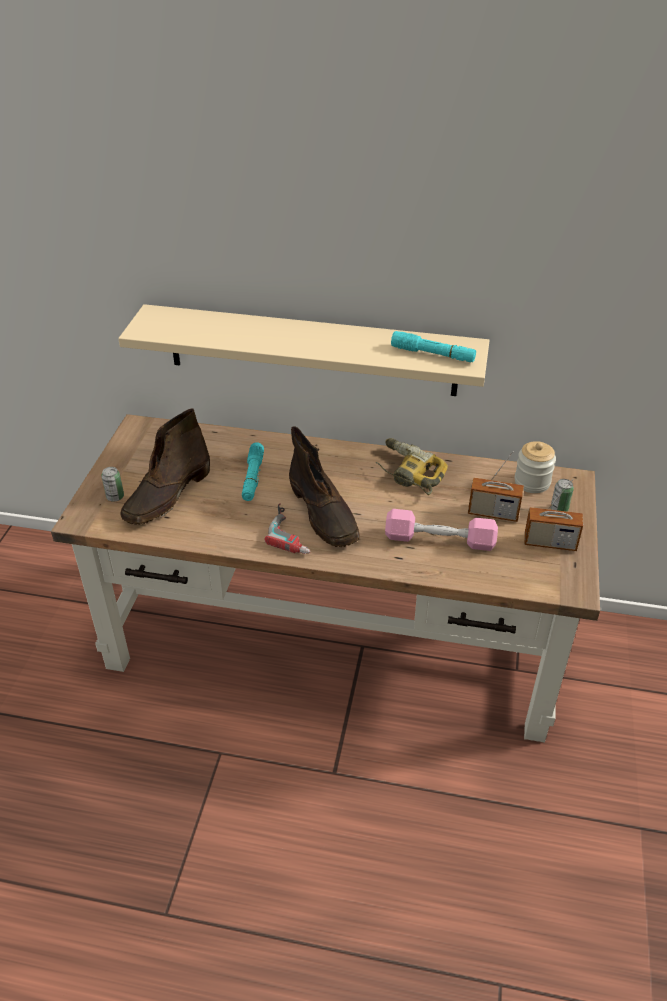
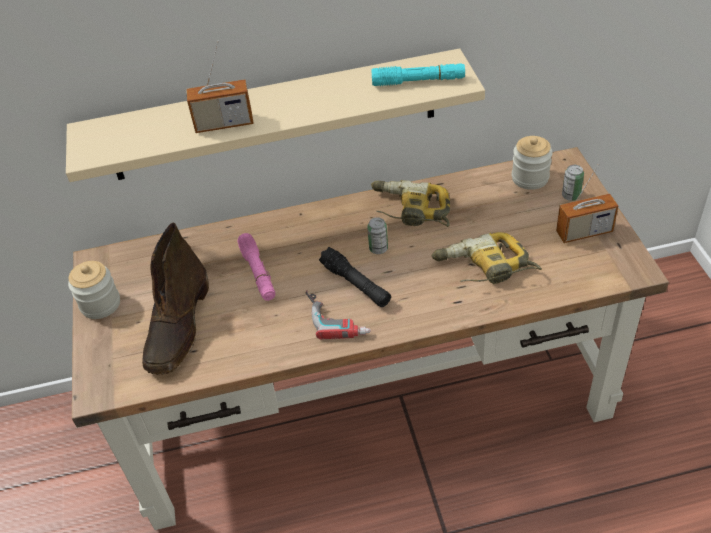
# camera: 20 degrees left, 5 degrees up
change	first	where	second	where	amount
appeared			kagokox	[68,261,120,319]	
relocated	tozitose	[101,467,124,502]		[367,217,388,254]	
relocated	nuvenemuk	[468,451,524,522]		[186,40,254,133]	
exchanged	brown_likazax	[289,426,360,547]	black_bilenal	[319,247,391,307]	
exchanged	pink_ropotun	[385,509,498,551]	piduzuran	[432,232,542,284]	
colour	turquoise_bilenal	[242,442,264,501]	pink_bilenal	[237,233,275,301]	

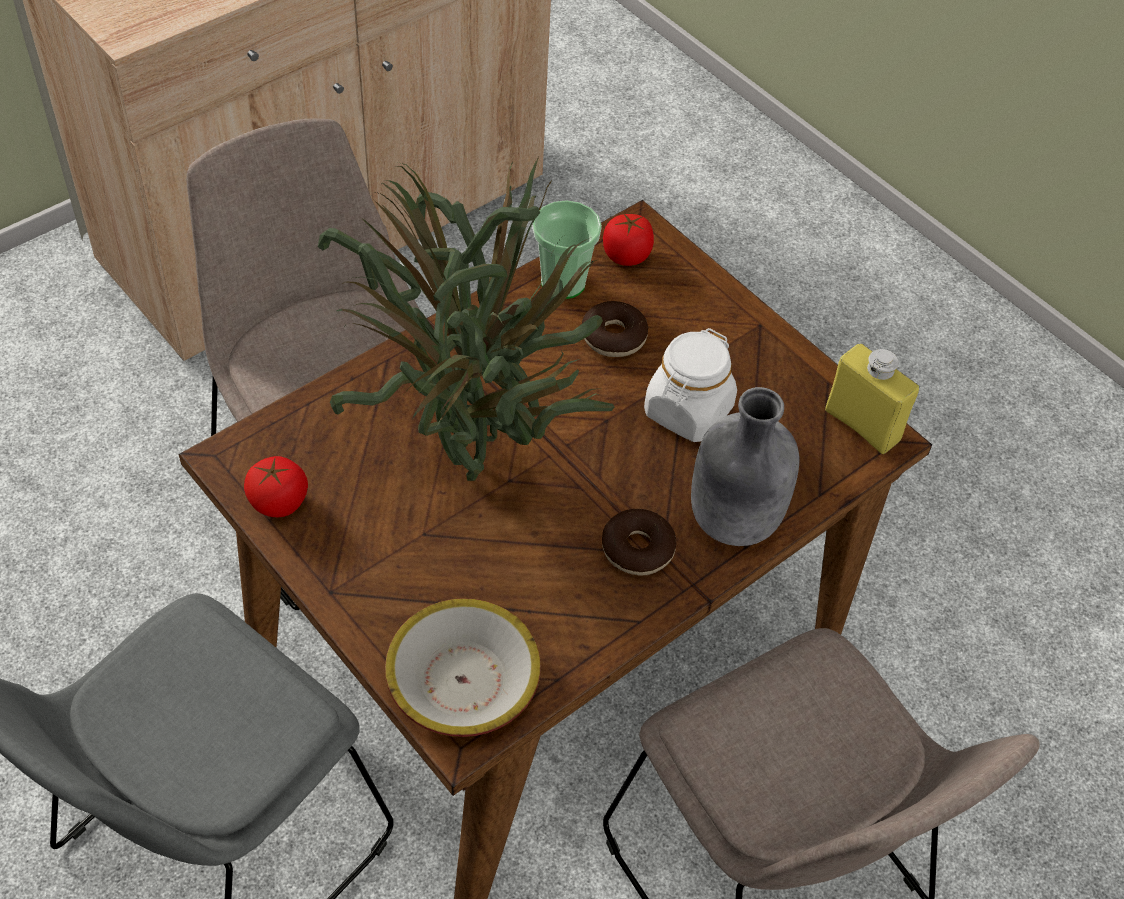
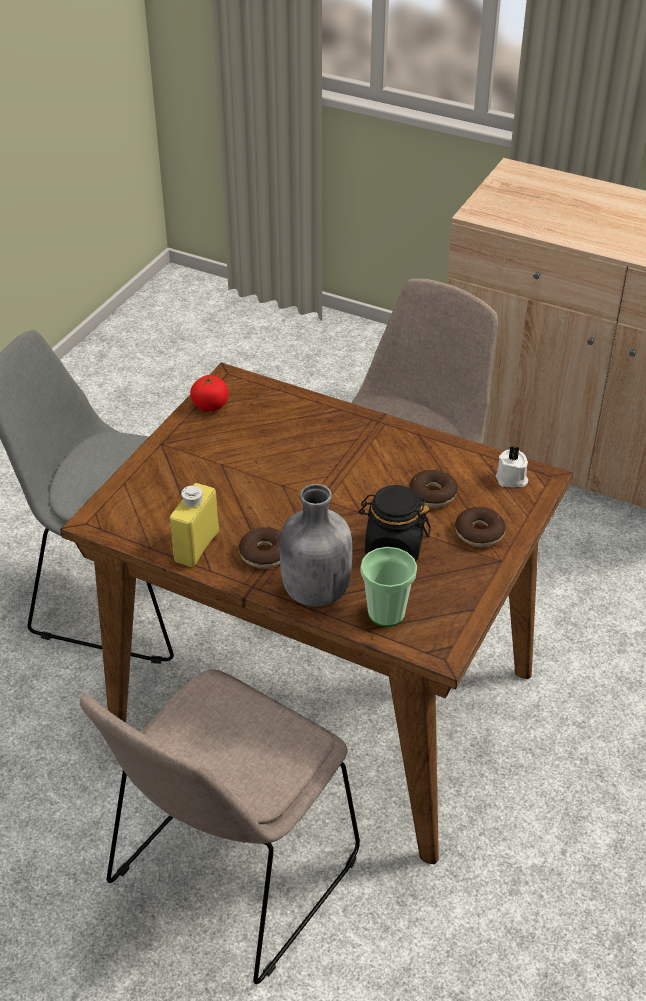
# camera: 70 degrees right, 10 degrees down
change	first	where	second	where	amount
missing	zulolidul	[318,157,614,481]			
missing	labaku	[385,598,541,737]			
appeared			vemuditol	[455,507,506,547]	
relocated	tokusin	[533,200,602,299]		[361,547,417,627]	
relocated	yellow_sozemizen	[825,344,919,454]		[170,483,219,567]	
exchanged	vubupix	[603,213,654,266]	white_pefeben	[496,446,528,487]	
colour	white_kagokox	[644,328,737,442]	black_kagokox	[359,485,431,561]	

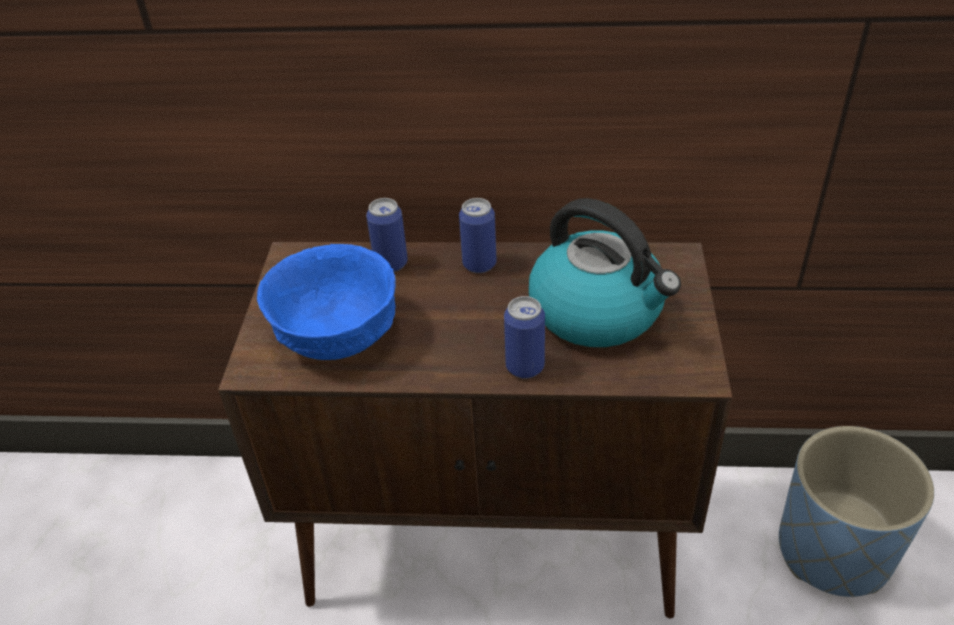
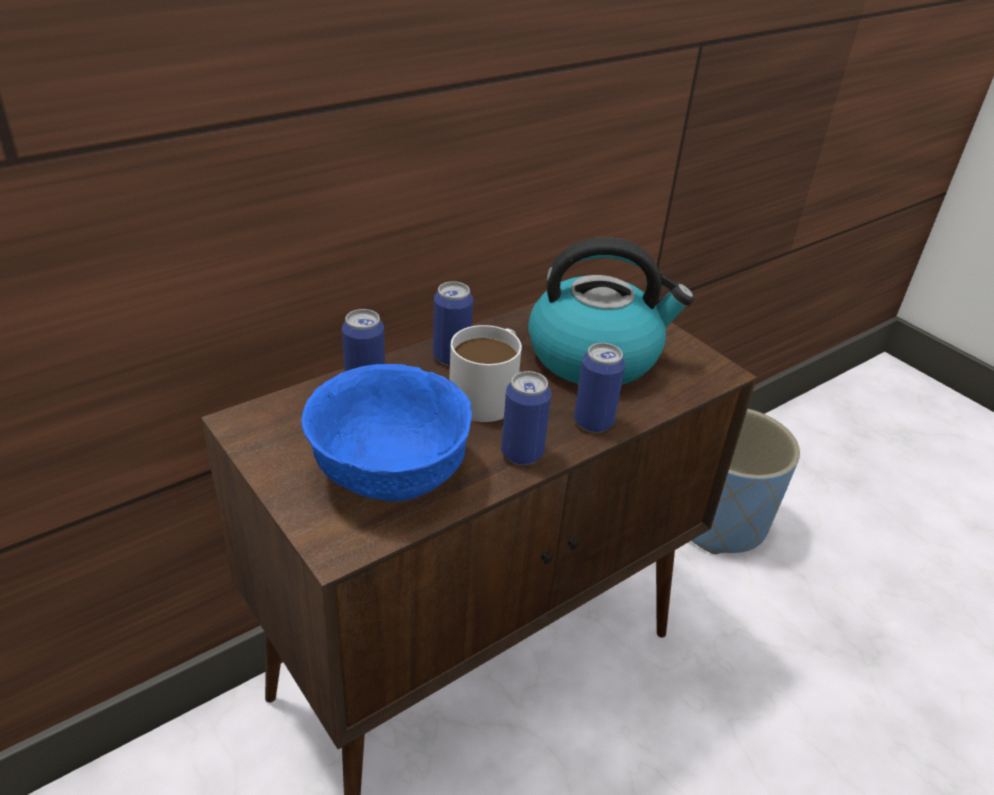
# camera: 45 degrees left, 5 degrees down
change	first	where	second	where	amount
appeared			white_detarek	[449,325,522,422]	
appeared			tozitose	[501,371,551,465]	

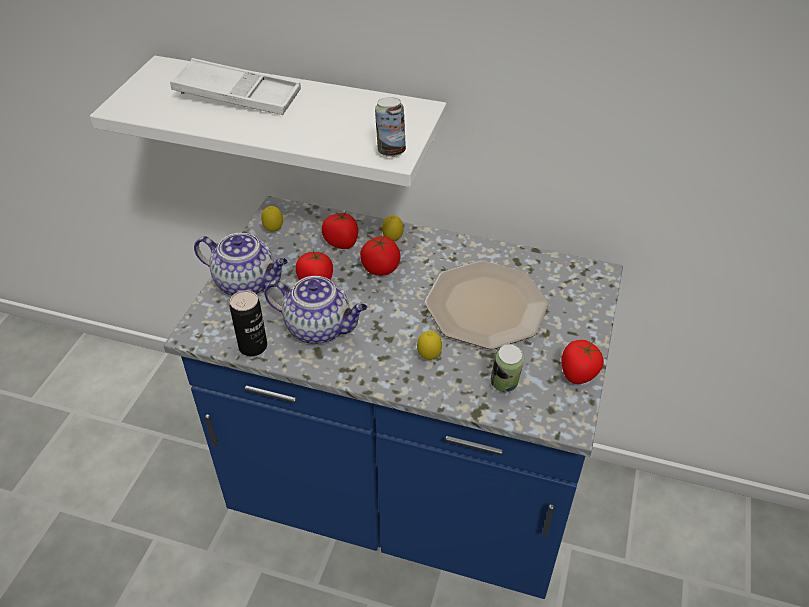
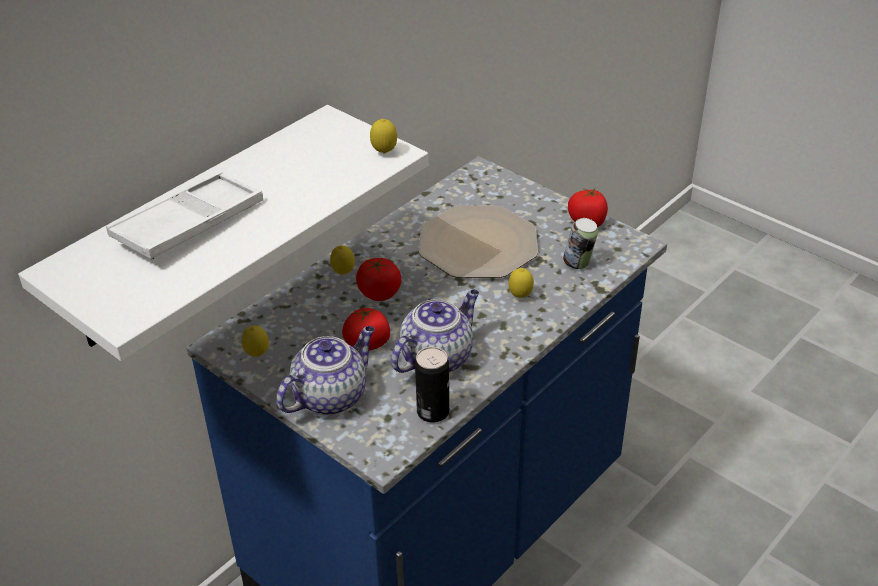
# camera: 65 degrees left, 5 degrees down
change	first	where	second	where	amount
missing	vubupix	[322,211,358,249]			
exchanged	tozitose	[375,97,406,157]	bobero	[370,119,397,153]	

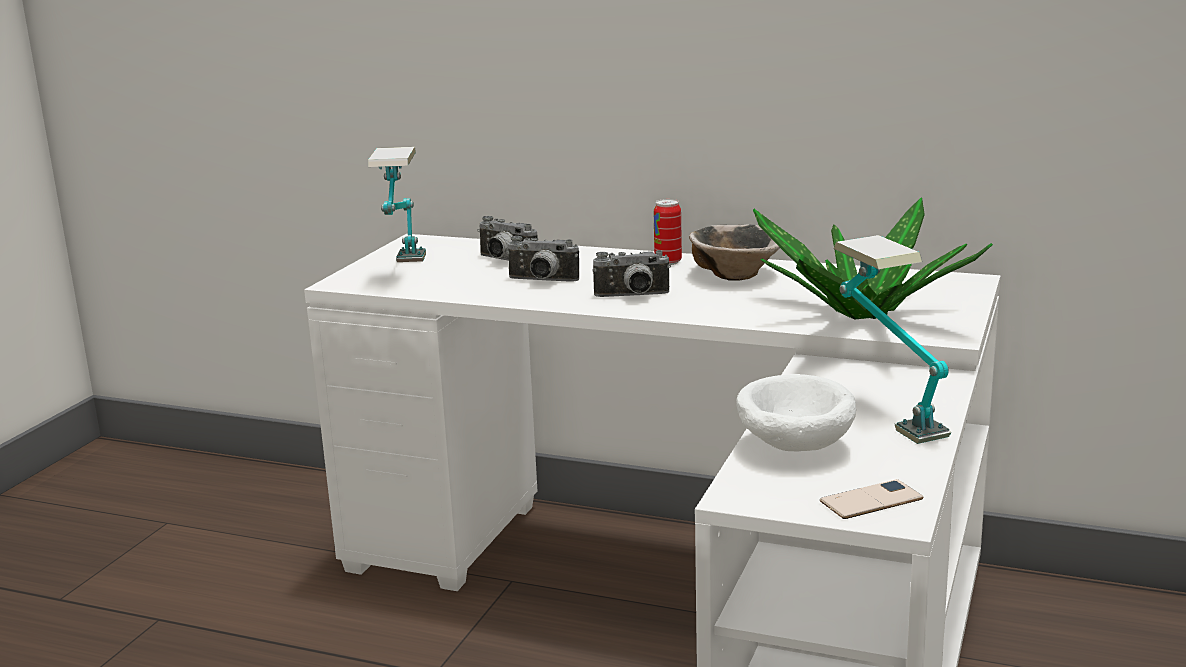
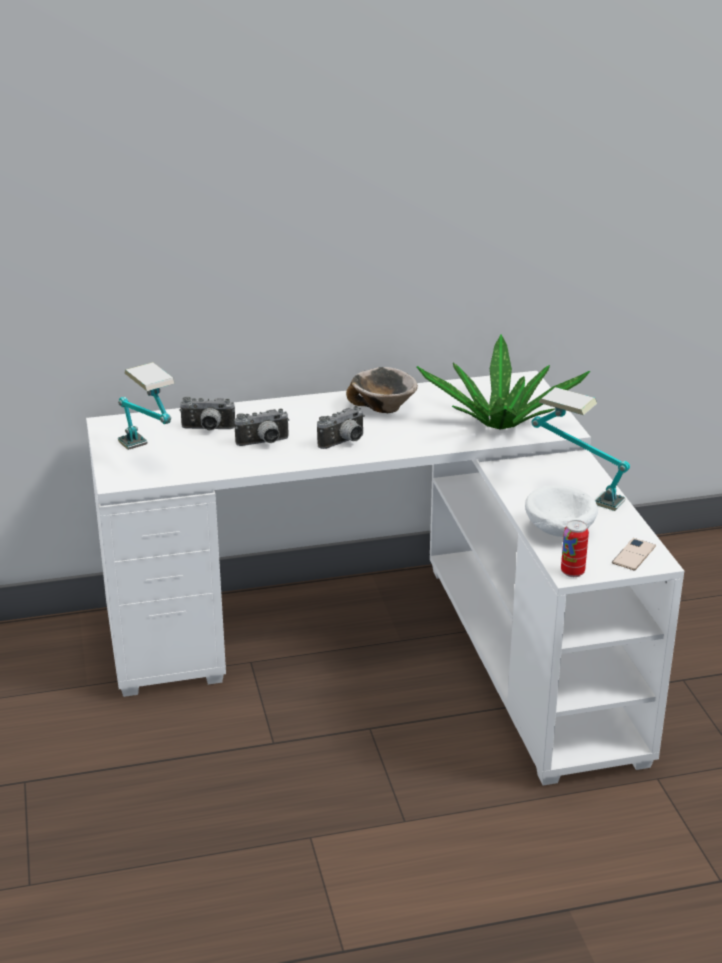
# camera: 35 degrees left, 10 degrees up
change	first	where	second	where	amount
relocated	tozitose	[654,199,682,265]		[561,520,589,577]	

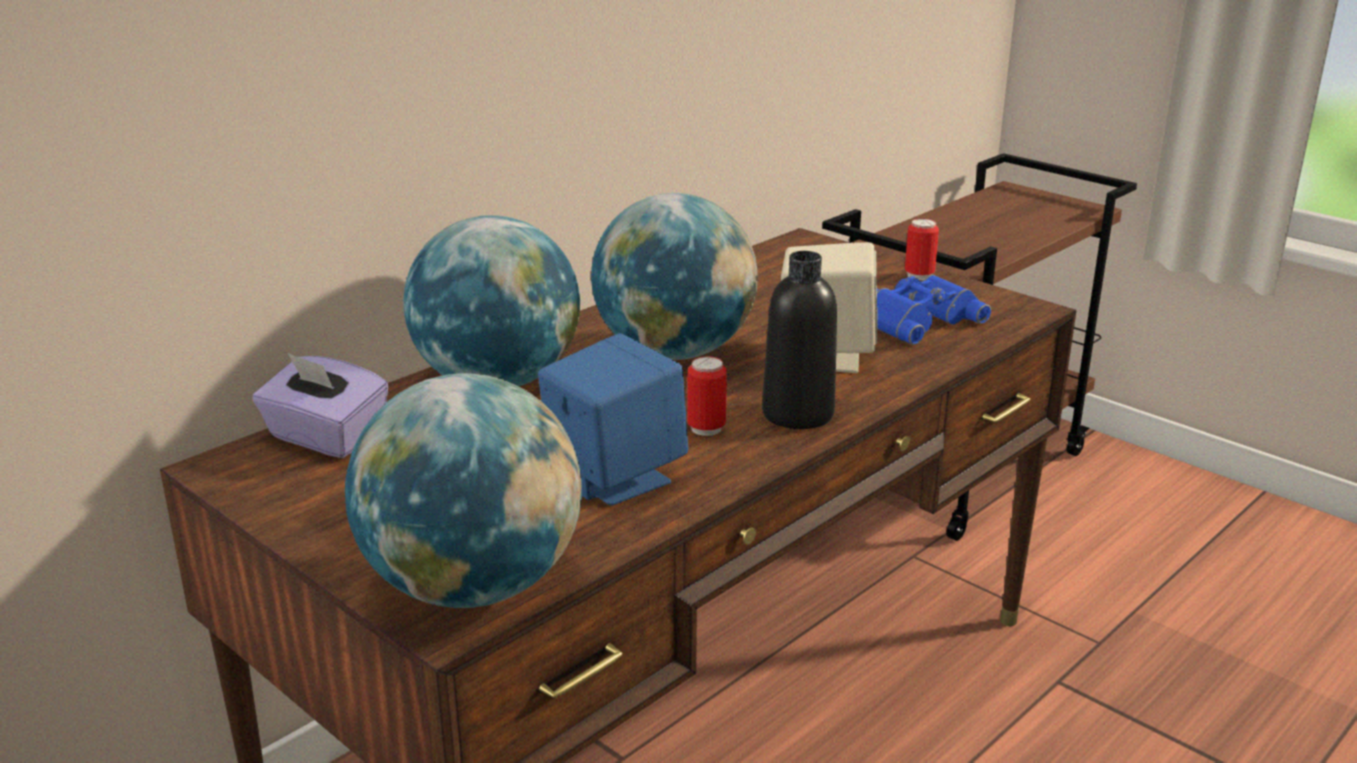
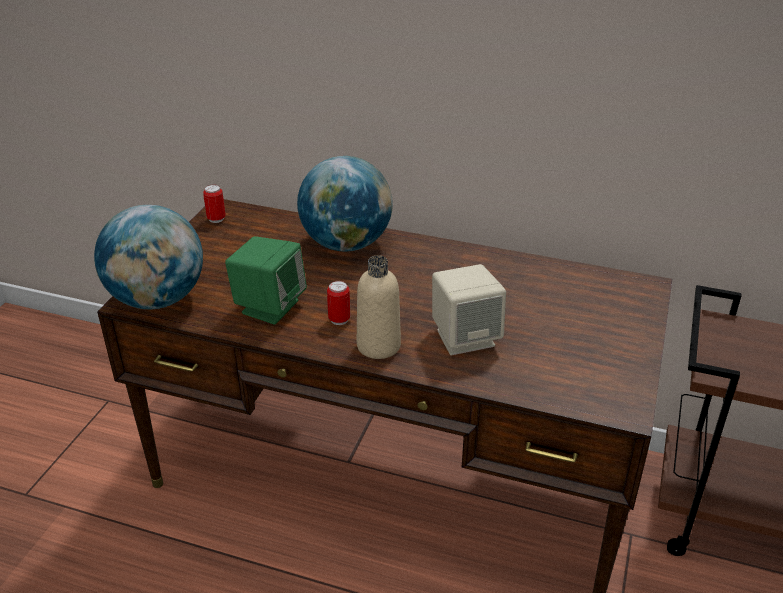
# camera: 65 degrees right, 10 degrees up
change	first	where	second	where	amount
missing	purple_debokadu	[252,352,388,458]			
missing	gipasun	[591,193,758,360]			
missing	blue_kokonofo	[877,274,991,345]			
relocated	tozitose	[905,218,939,280]		[203,184,226,223]	
colour	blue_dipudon	[538,333,688,505]	green_dipudon	[225,236,307,325]	
colour	black_sozemizen	[762,251,837,429]	beige_sozemizen	[357,255,401,359]	

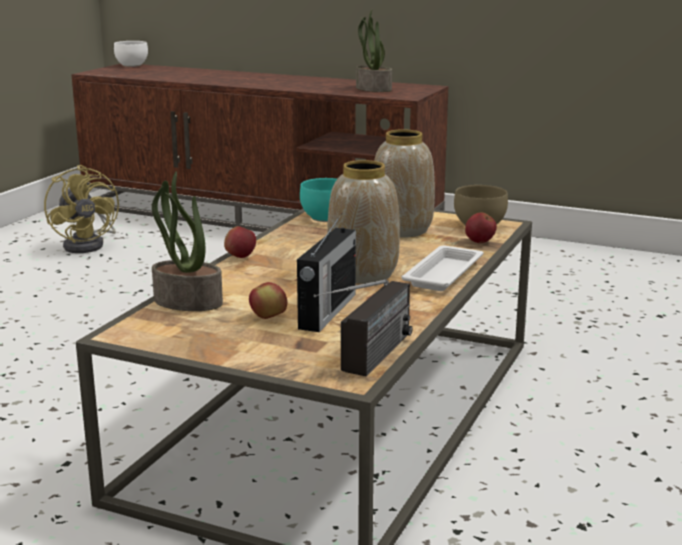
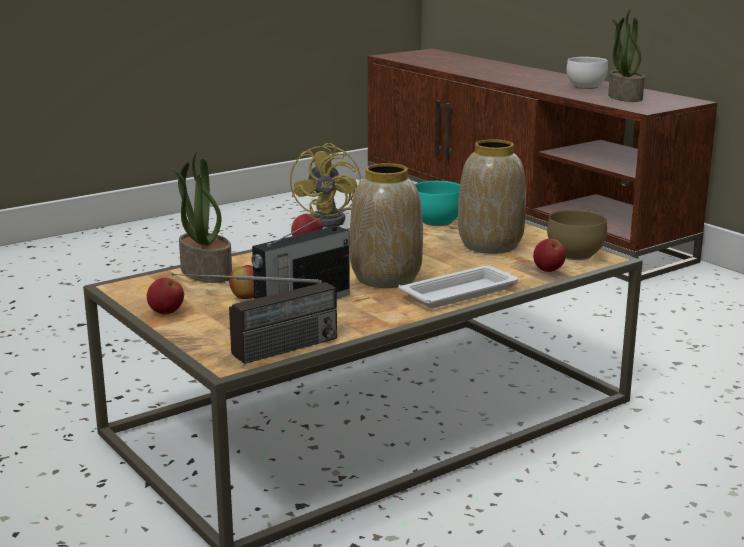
# camera: 30 degrees right, 0 degrees up
change	first	where	second	where	amount
appeared			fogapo	[147,277,184,315]	
relocated	white_labaku	[114,41,148,67]		[567,57,608,89]	

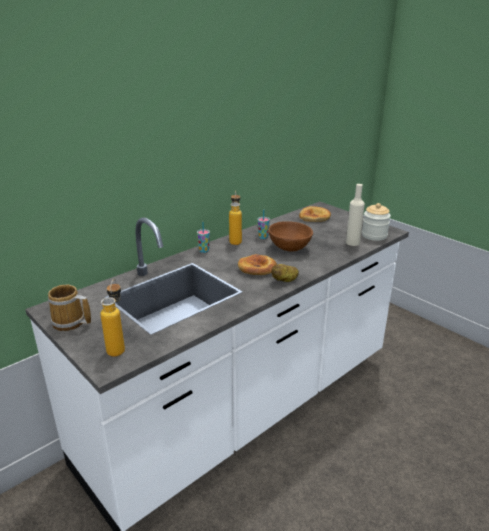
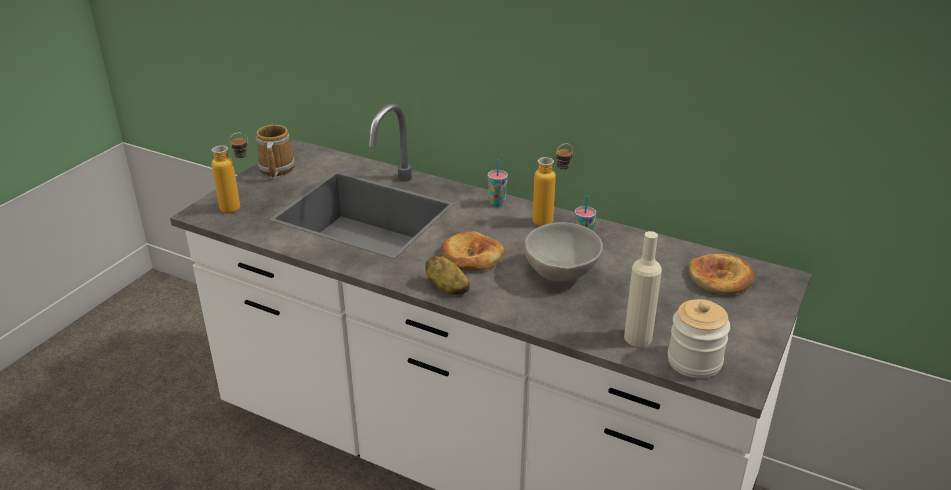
# camera: 70 degrees right, 5 degrees up
change	first	where	second	where	amount
colour	brown_labaku	[268,221,313,251]	grey_labaku	[524,222,603,282]	

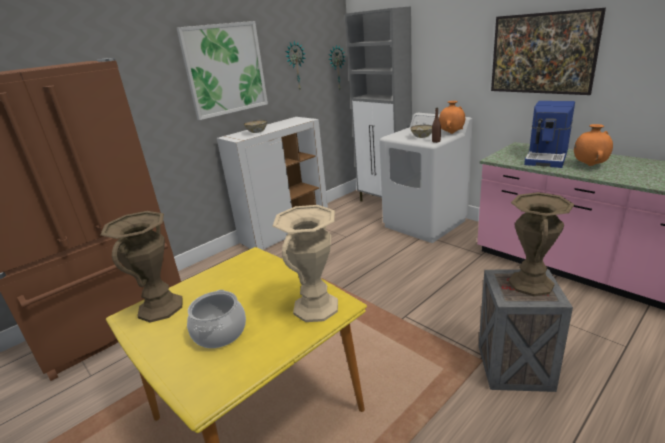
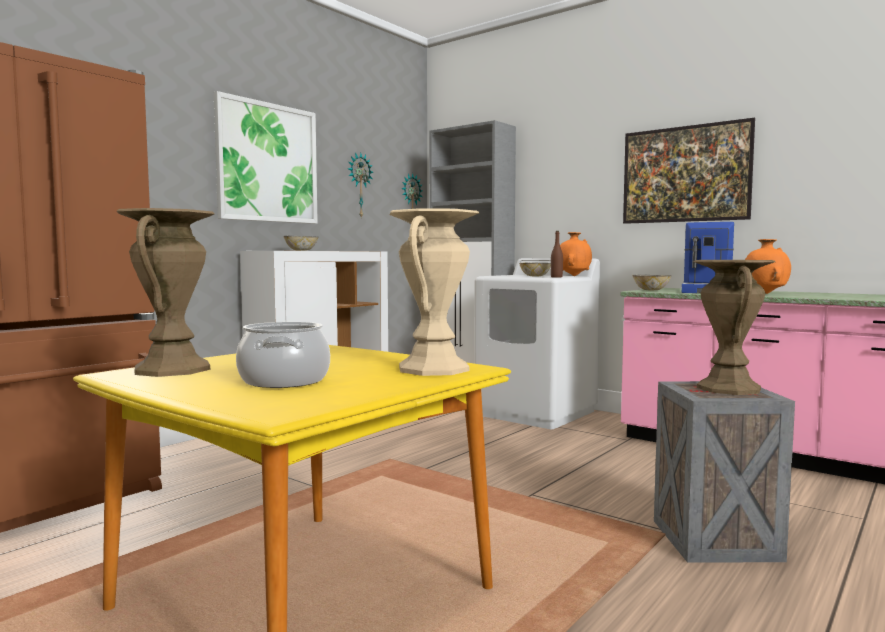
# camera: 10 degrees left, 20 degrees down
change	first	where	second	where	amount
appeared			labaku	[632,275,671,290]	

